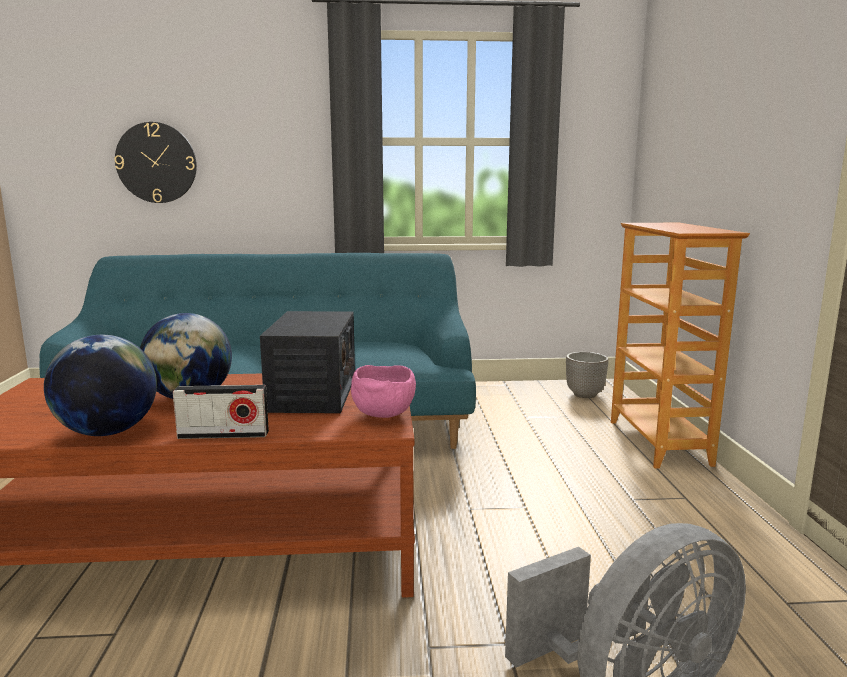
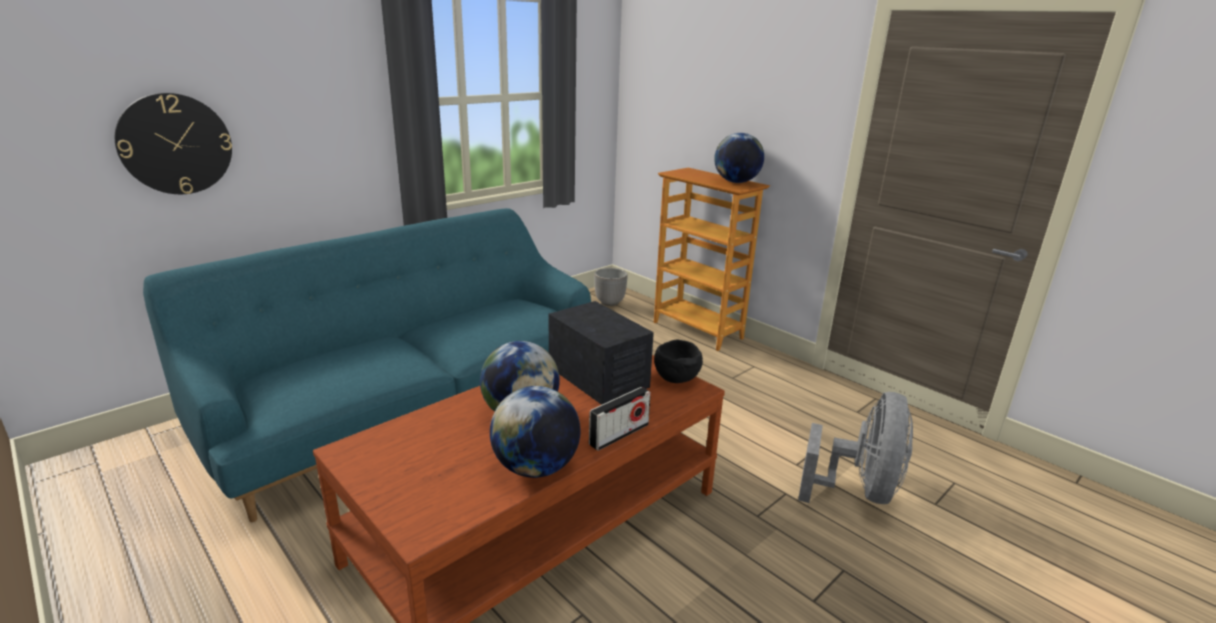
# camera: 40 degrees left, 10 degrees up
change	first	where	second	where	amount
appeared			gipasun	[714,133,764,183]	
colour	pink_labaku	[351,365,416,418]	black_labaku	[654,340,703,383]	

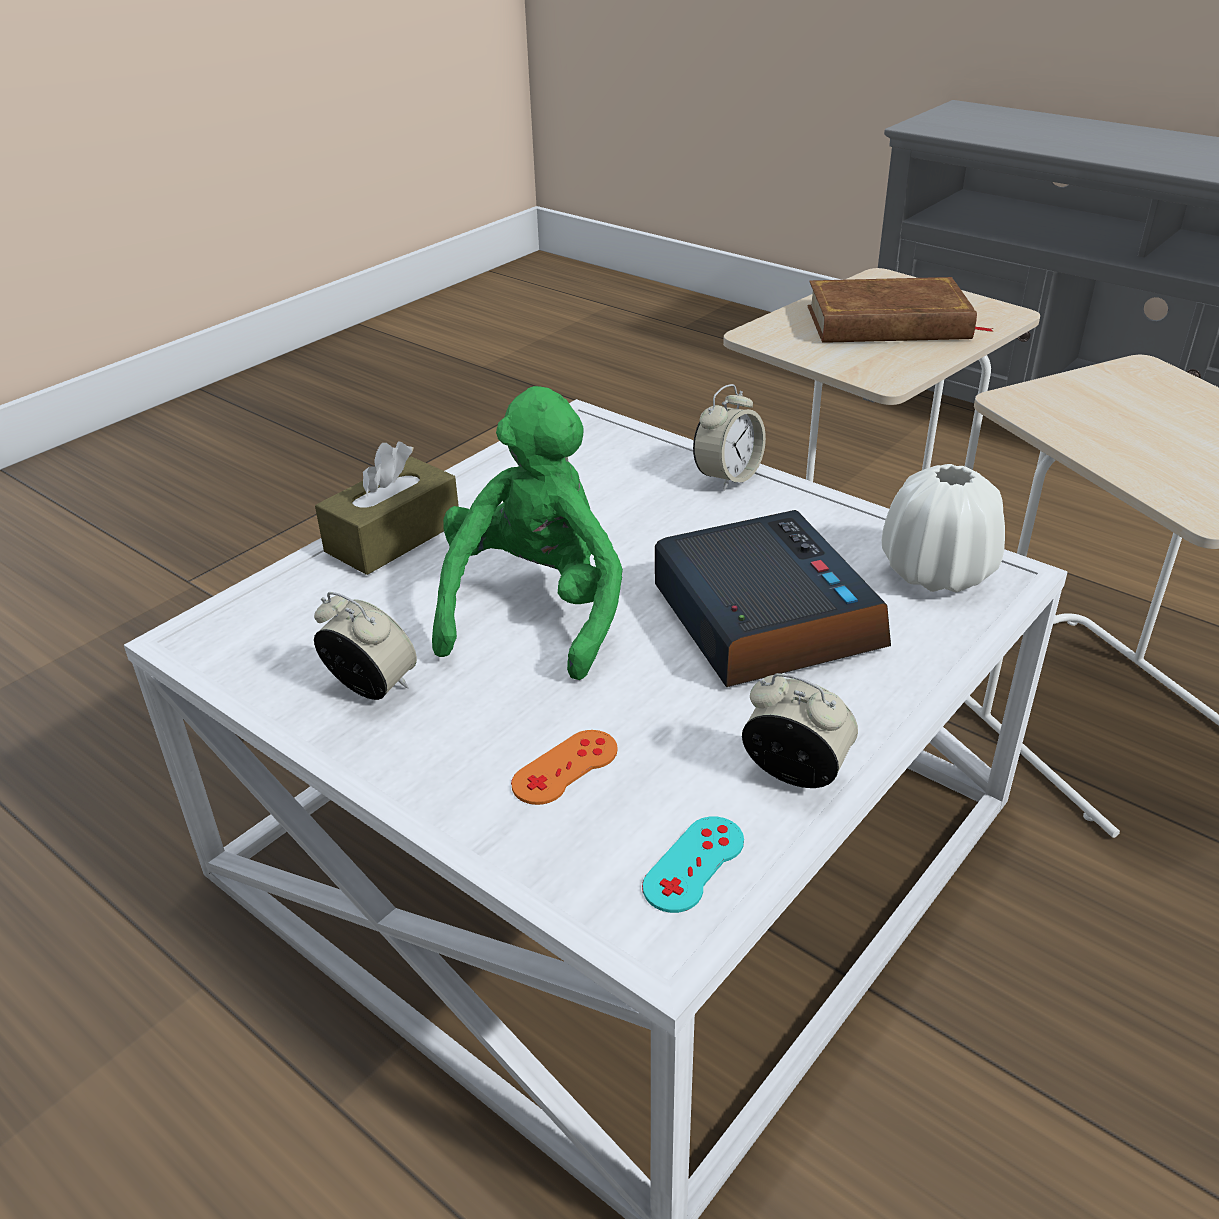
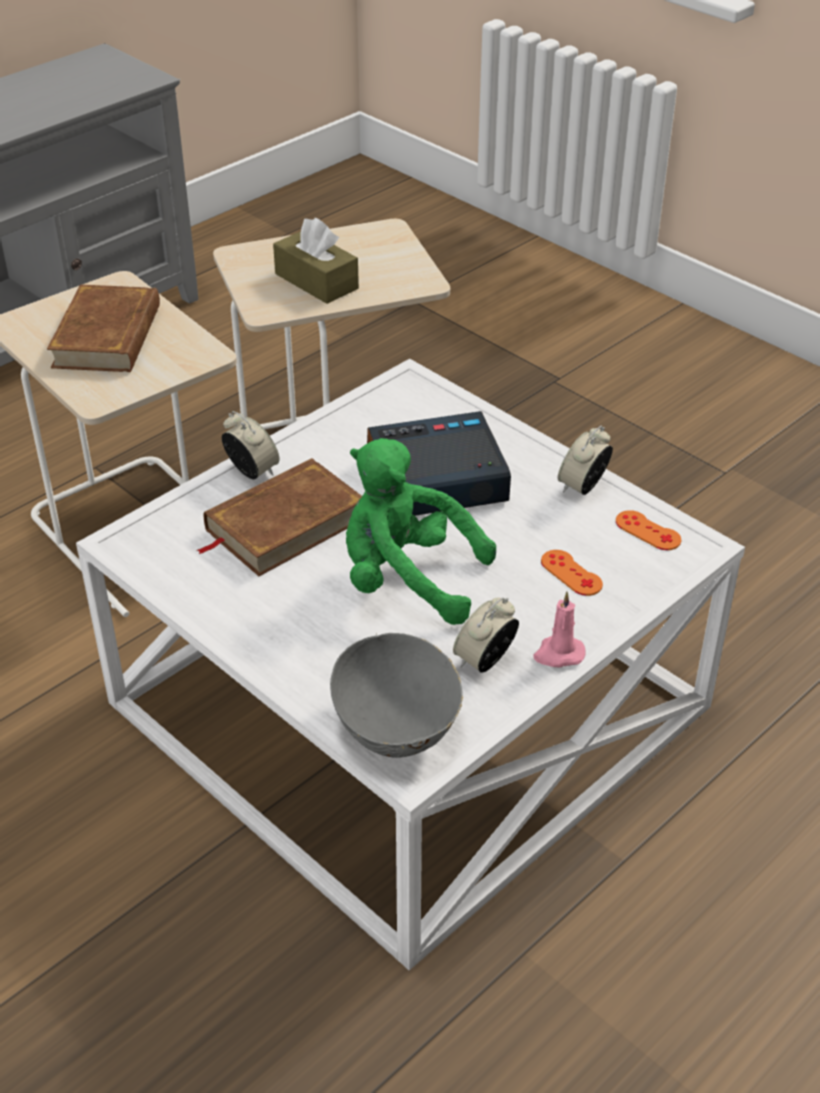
# camera: 85 degrees left, 5 degrees up
change	first	where	second	where	amount
missing	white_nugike	[882,464,1005,592]			
appeared			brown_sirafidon	[196,458,362,576]	
appeared			grey_labaku	[330,632,463,758]	
appeared			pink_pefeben	[534,592,586,667]	
relocated	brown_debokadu	[315,442,459,575]		[273,218,359,304]	
colour	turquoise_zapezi	[642,816,744,913]	orange_zapezi	[616,510,681,550]	

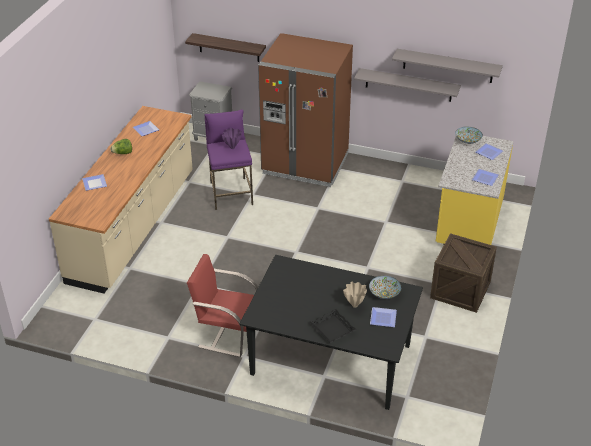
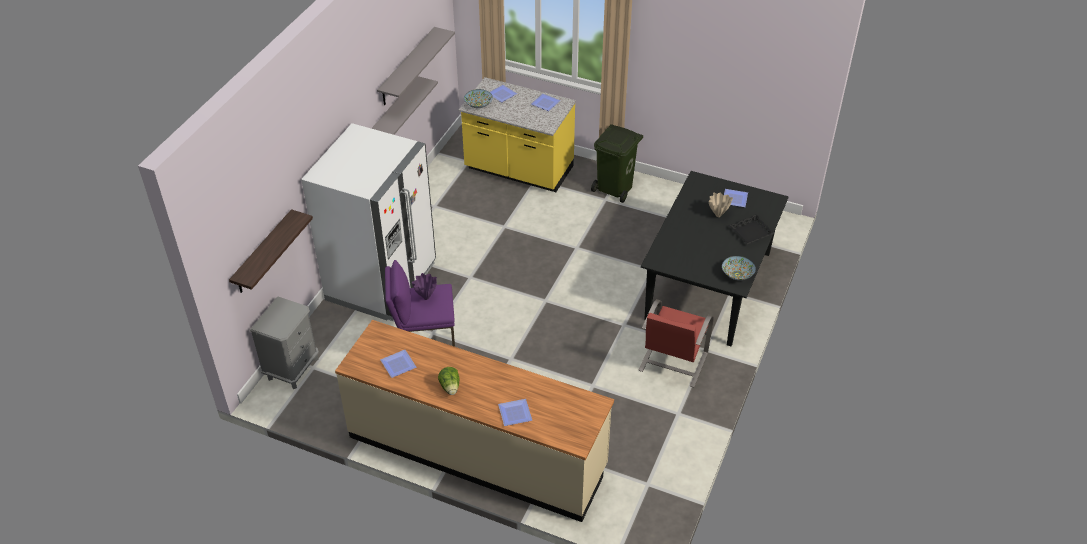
# camera: 85 degrees left, 5 degrees up
change	first	where	second	where	amount
relocated	labaku	[369,276,401,299]		[722,256,756,280]	
exchanged	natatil	[430,233,497,313]	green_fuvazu	[591,124,643,203]	
colour	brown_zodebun	[258,33,353,187]	white_zodebun	[301,123,436,321]	

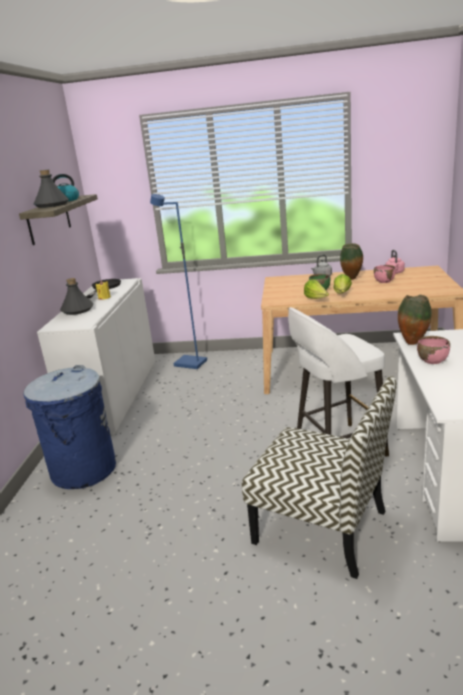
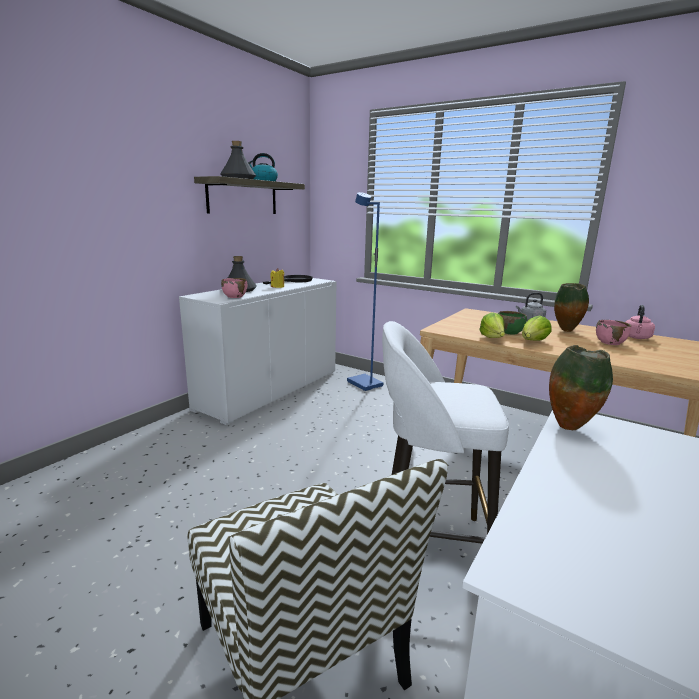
# camera: 25 degrees right, 5 degrees down
change	first	where	second	where	amount
missing	blue_fuvazu	[23,365,116,489]			
relocated	pink_labaku	[417,336,450,364]		[221,278,248,298]	

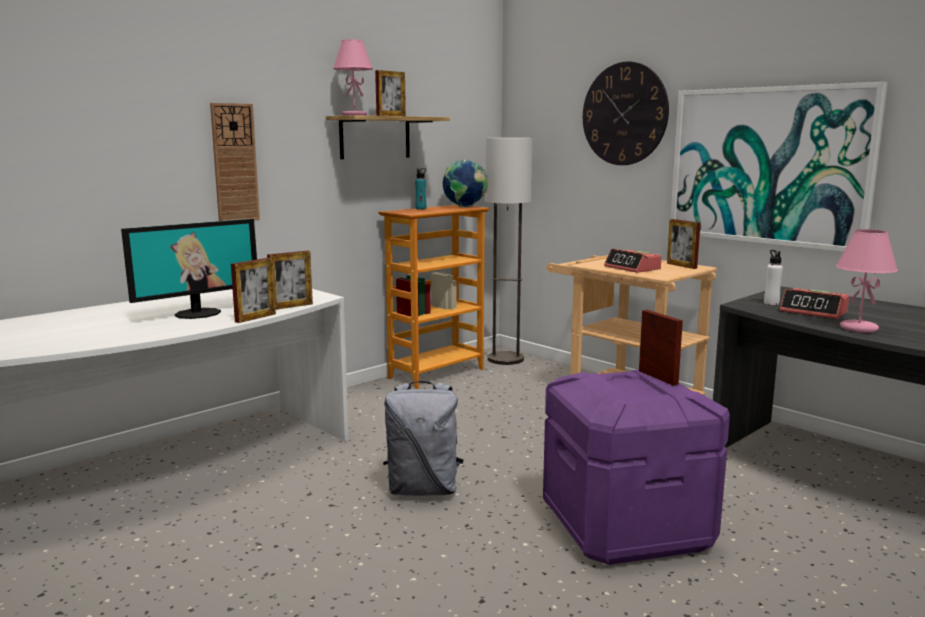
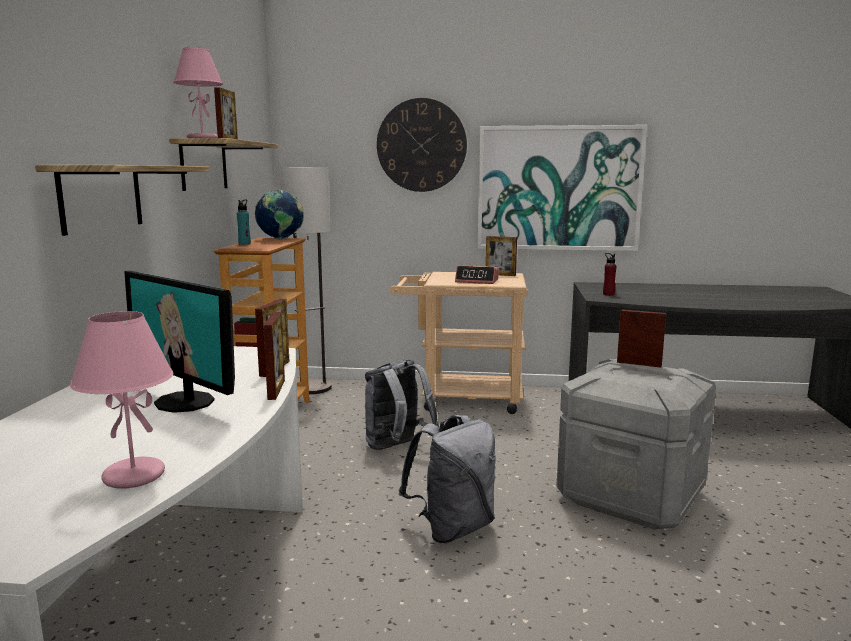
# camera: 40 degrees left, 0 degrees up
change	first	where	second	where	amount
missing	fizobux	[780,288,849,319]			
appeared			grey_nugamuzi	[365,360,439,450]	
relocated	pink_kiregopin	[836,229,898,333]		[70,311,173,488]	
exchanged	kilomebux	[210,103,260,221]	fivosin	[35,165,209,236]	
colour	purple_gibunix	[543,370,730,565]	grey_gibunix	[556,359,716,529]	
colour	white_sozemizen	[764,250,783,305]	red_sozemizen	[603,253,616,296]	
spun	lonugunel	[121,219,257,319]		[124,271,235,413]	120 degrees clockwise

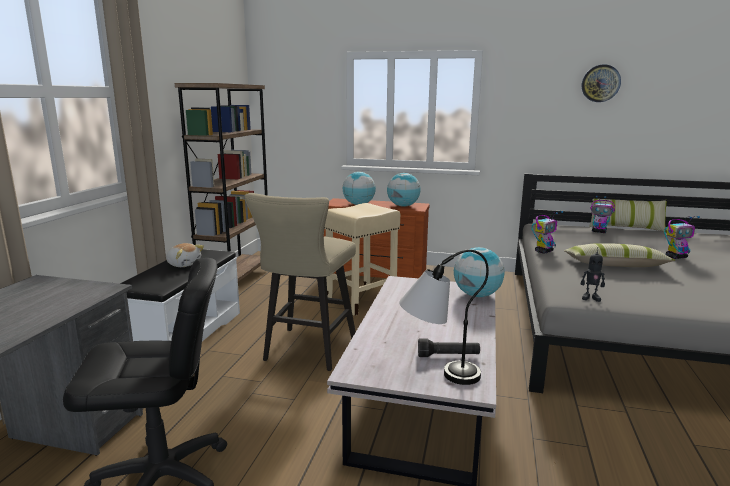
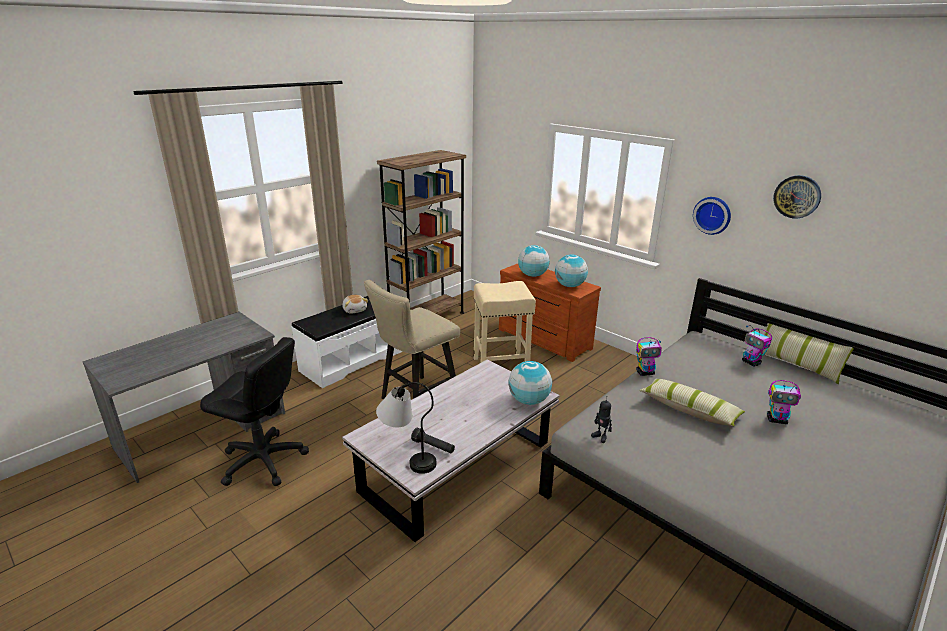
# camera: 30 degrees right, 10 degrees up
change	first	where	second	where	amount
appeared			kilomebux	[693,197,731,235]	

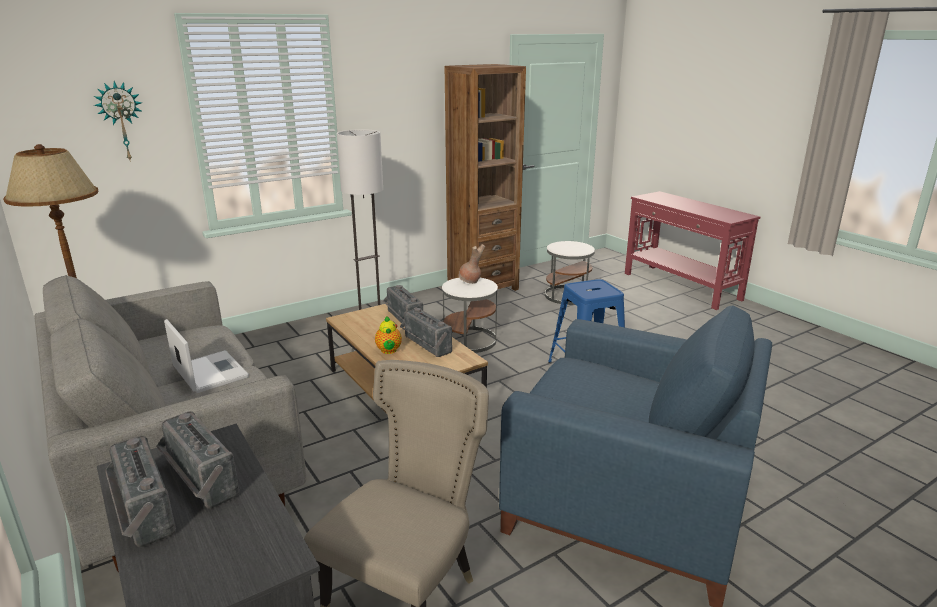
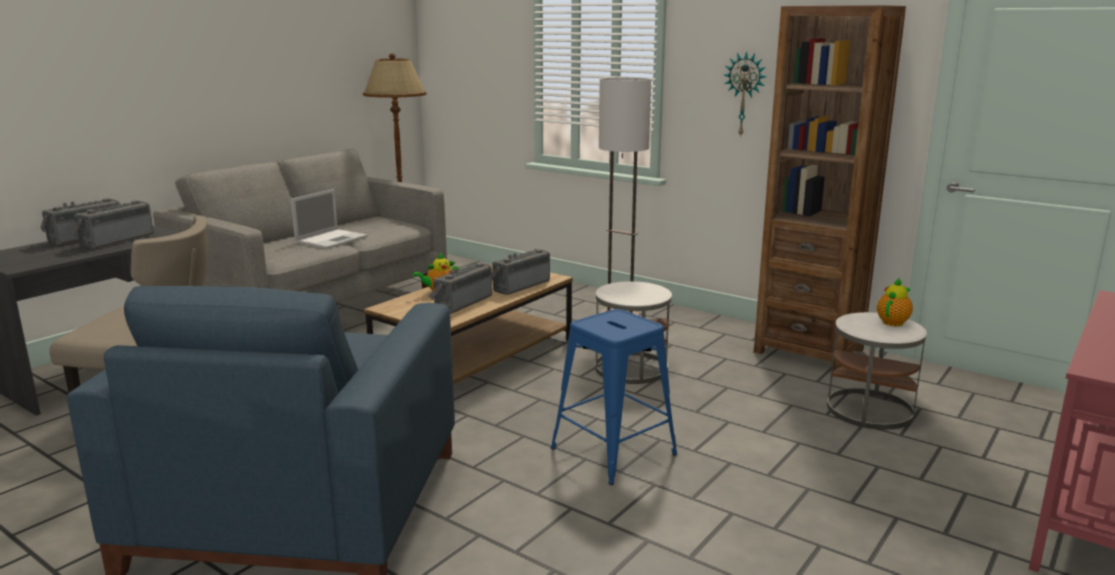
# camera: 70 degrees right, 5 degrees down
change	first	where	second	where	amount
missing	brown_nugike	[458,244,485,284]			
appeared			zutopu	[877,277,913,326]	
relocated	kilomebux	[94,81,142,160]		[724,51,767,138]	

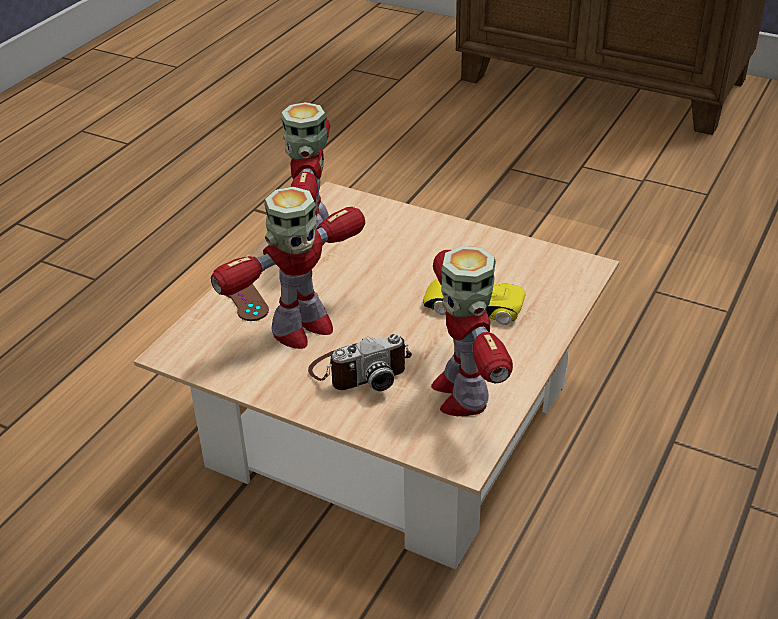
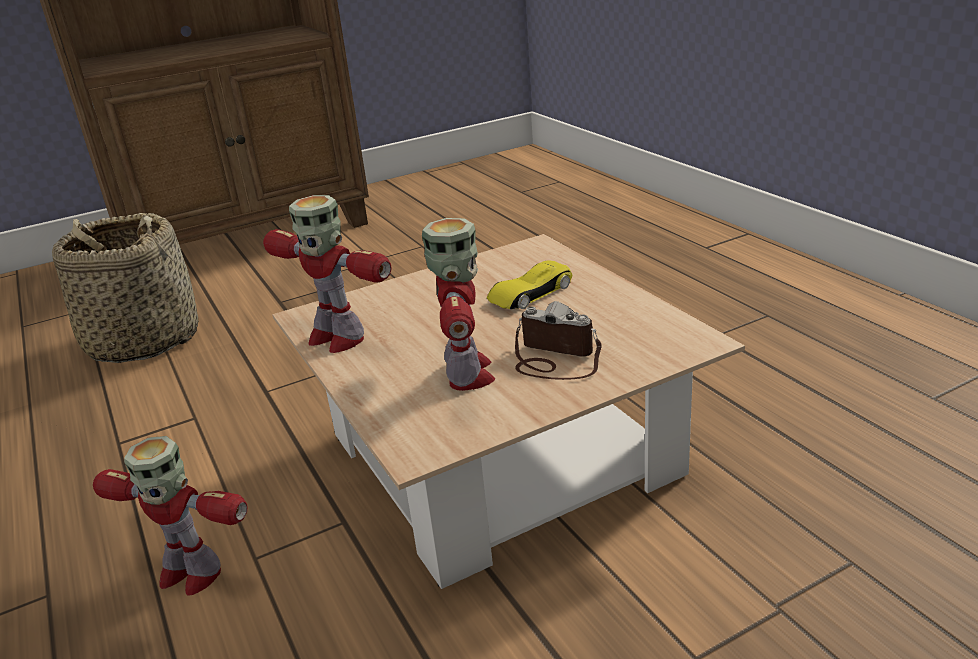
# camera: 55 degrees left, 10 degrees down
change	first	where	second	where	amount
missing	brown_zapezi	[227,283,269,321]			
appeared			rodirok	[52,213,199,363]	
relocated	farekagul	[431,246,513,416]		[93,436,248,596]	
spun	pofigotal	[308,334,412,391]		[515,301,602,380]	75 degrees counterclockwise

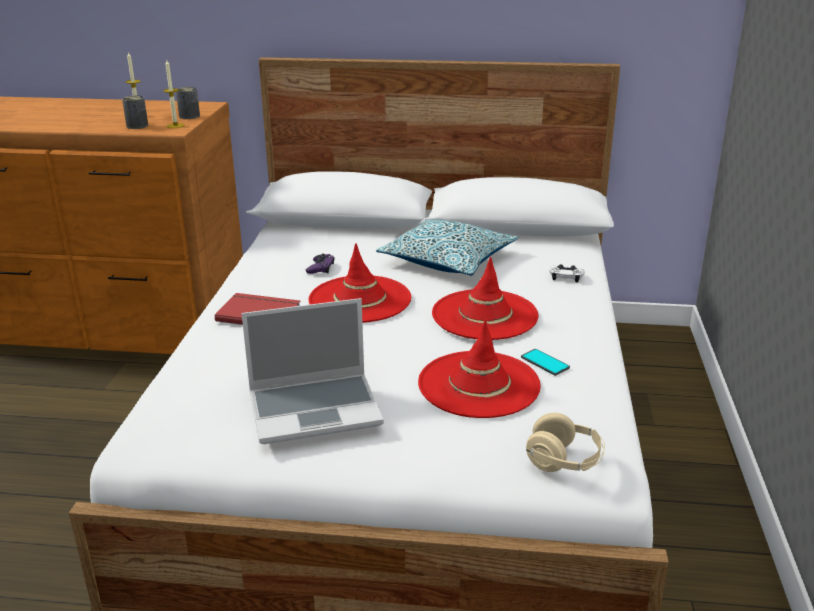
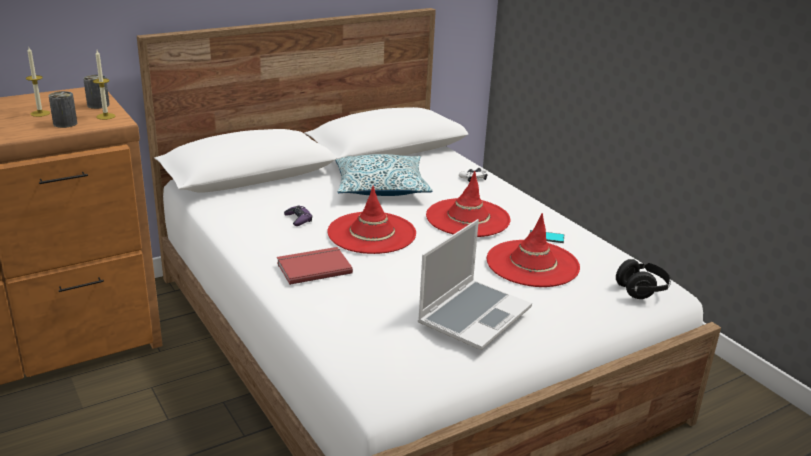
# camera: 40 degrees left, 0 degrees up
change	first	where	second	where	amount
colour	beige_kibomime	[526,413,605,472]	black_kibomime	[616,259,671,299]	

